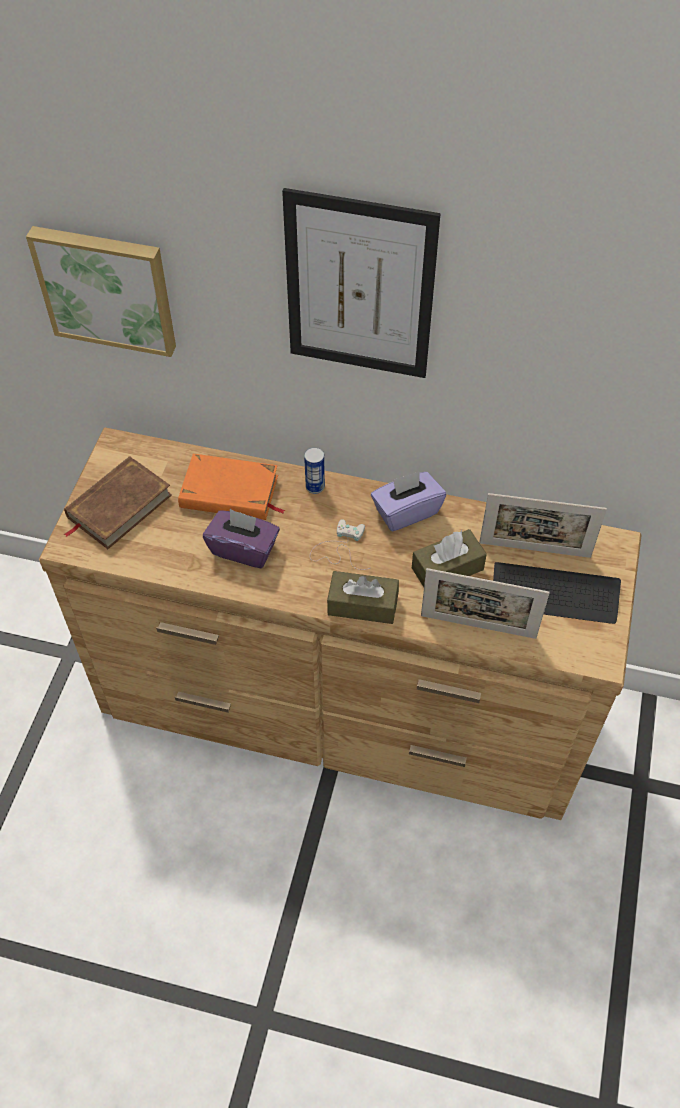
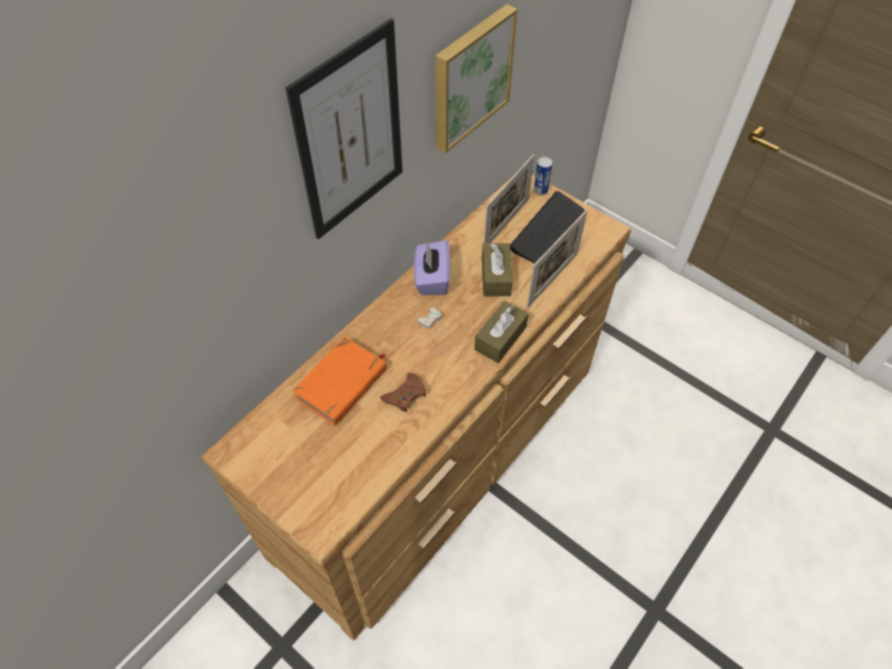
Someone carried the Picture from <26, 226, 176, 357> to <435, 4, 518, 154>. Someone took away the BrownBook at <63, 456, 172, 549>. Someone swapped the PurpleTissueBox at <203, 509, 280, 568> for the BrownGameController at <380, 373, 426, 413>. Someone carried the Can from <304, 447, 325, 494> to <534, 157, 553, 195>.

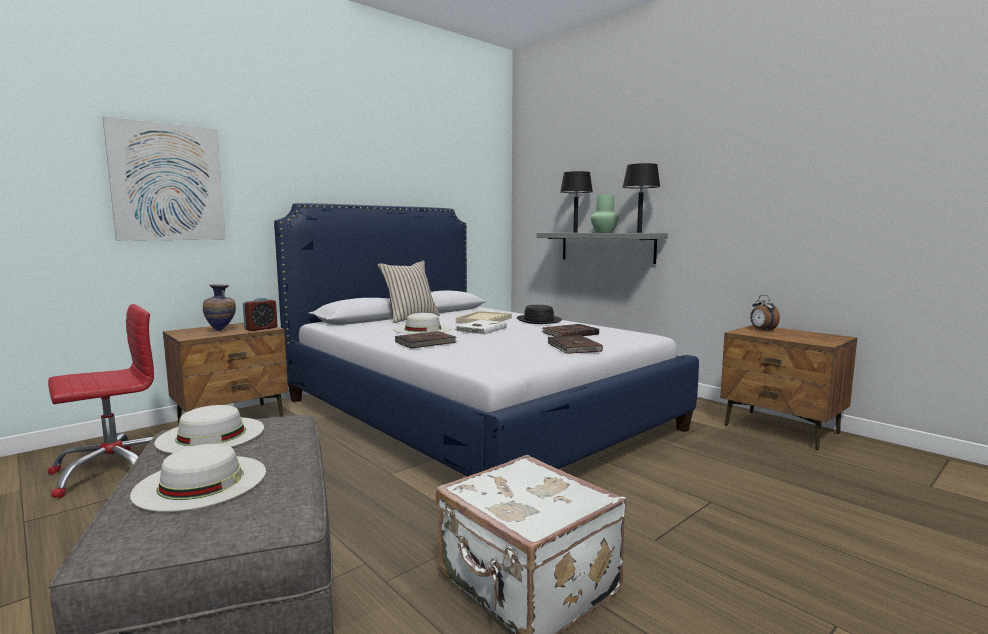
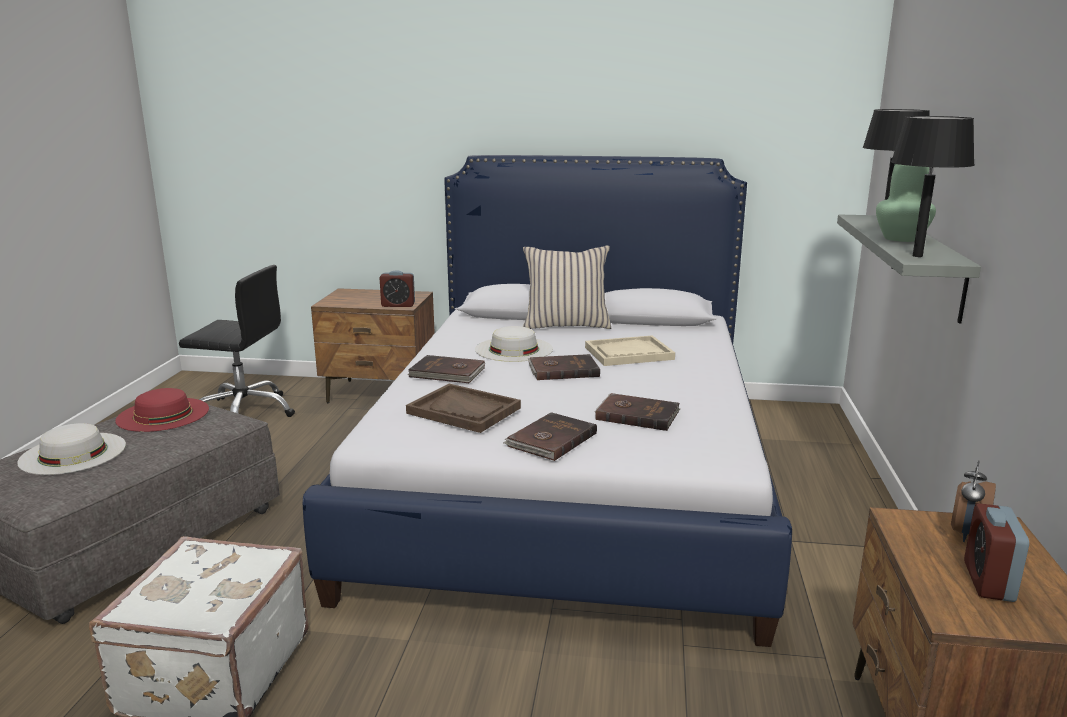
Someone repainted the RedOfficeChair at <47, 304, 154, 498>, which became the BlackOfficeChair at <179, 265, 295, 417>. Someone took away the Picture at <103, 116, 226, 241>. Someone repainted the WhiteHat at <155, 405, 264, 453>, which became the RedHat at <115, 388, 209, 432>. Someone took away the Vase at <203, 284, 236, 331>. Someone repainted the WhiteBook at <454, 320, 507, 335>, which became the BrownBook at <528, 354, 600, 380>. Someone took away the BlackHat at <517, 305, 562, 324>. Someone put down the BrownTray at <406, 384, 521, 433>. Someone put down the AlarmClock at <964, 503, 1029, 602>.

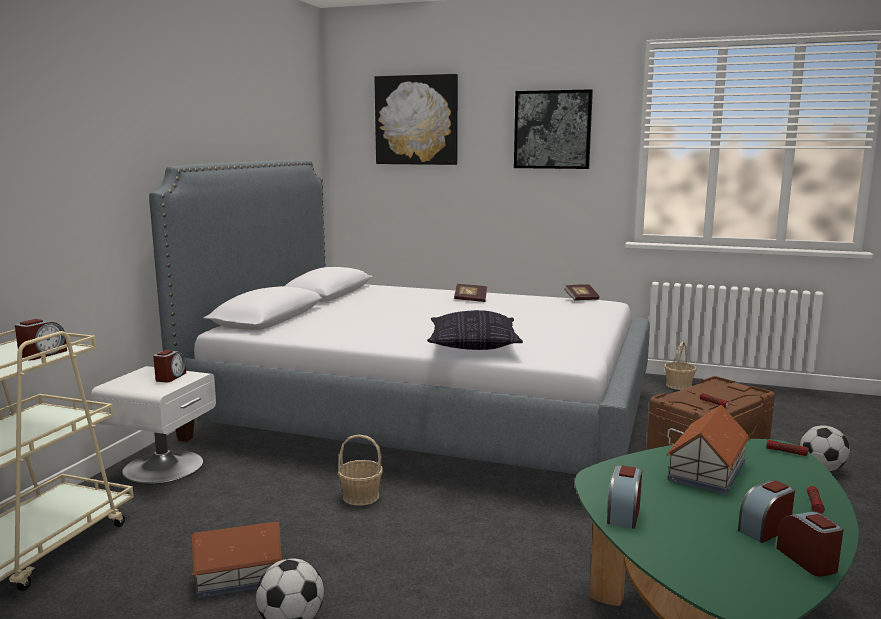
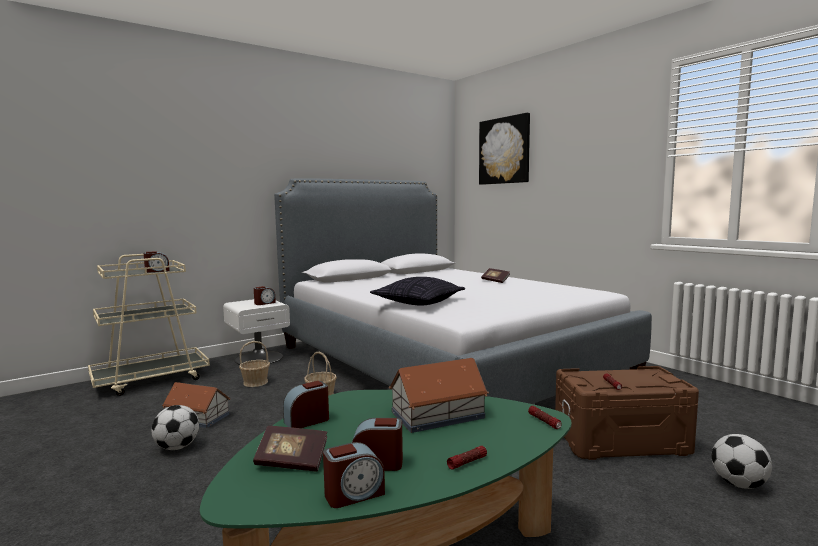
Someone took away the Picture at <514, 89, 593, 169>. Someone carried the Book from <564, 285, 600, 301> to <253, 426, 327, 472>. Someone carried the Basket from <664, 342, 697, 390> to <239, 341, 270, 387>. Someone rotated the AlarmClock at <776, 511, 844, 577> by 45 degrees clockwise.

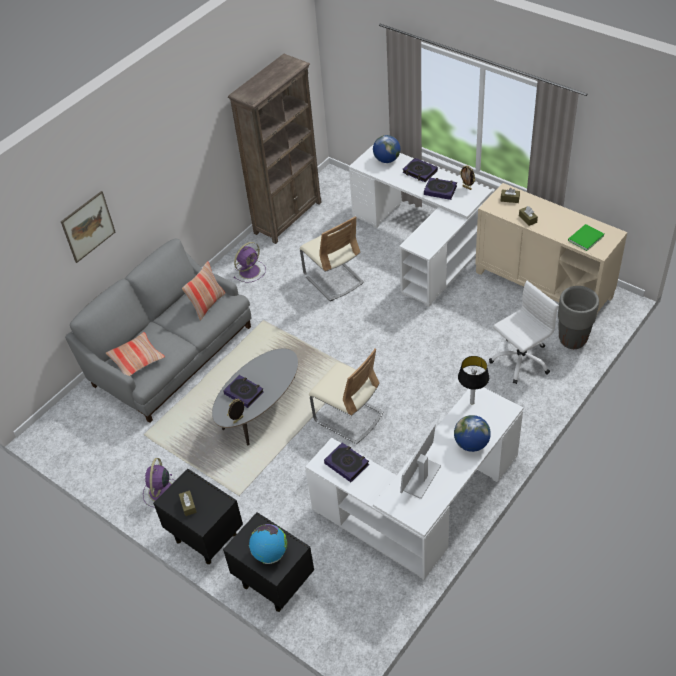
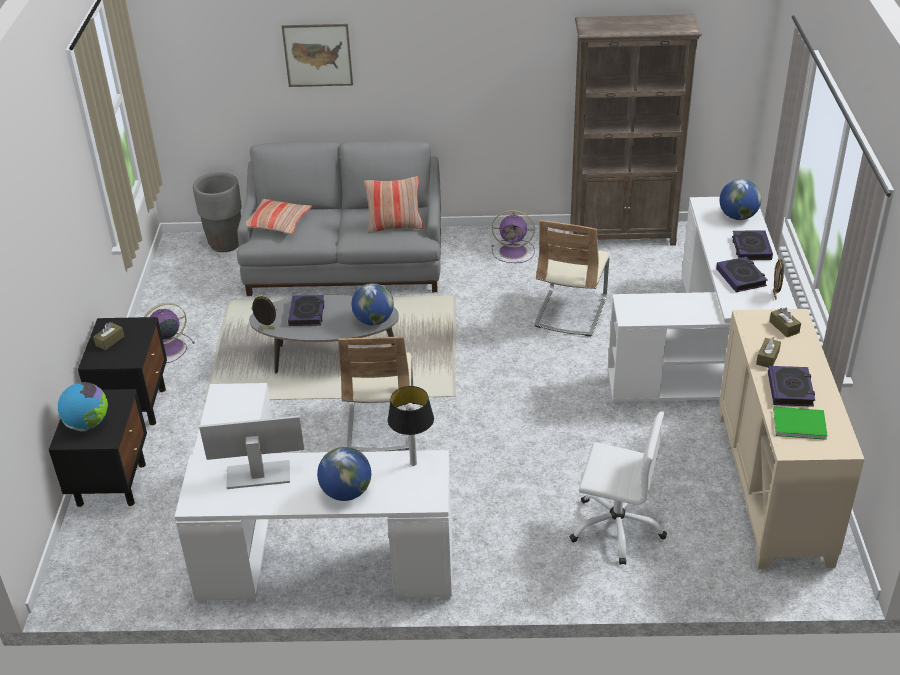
Someone carried the Book from <324, 443, 369, 482> to <768, 366, 815, 407>. Someone carried the GreyPlanter from <558, 286, 599, 349> to <193, 172, 242, 252>. Someone put down the Globe at <352, 283, 394, 325>.

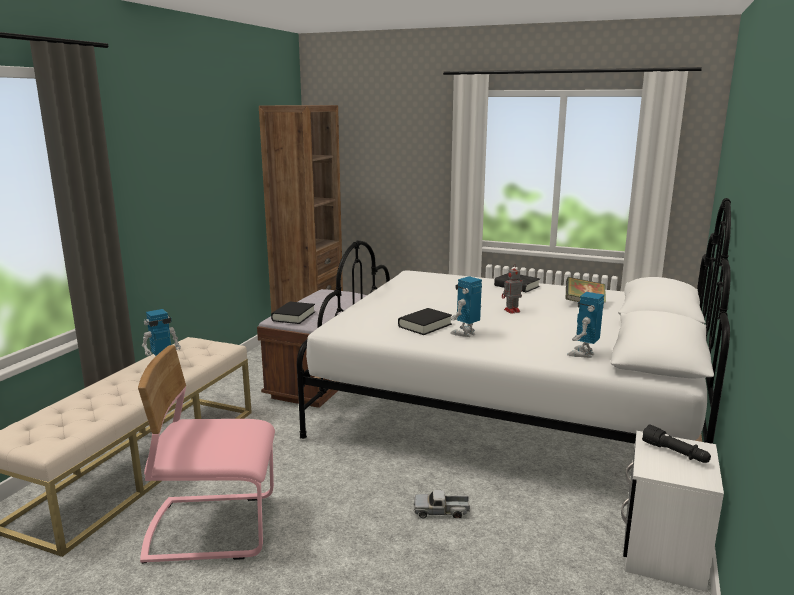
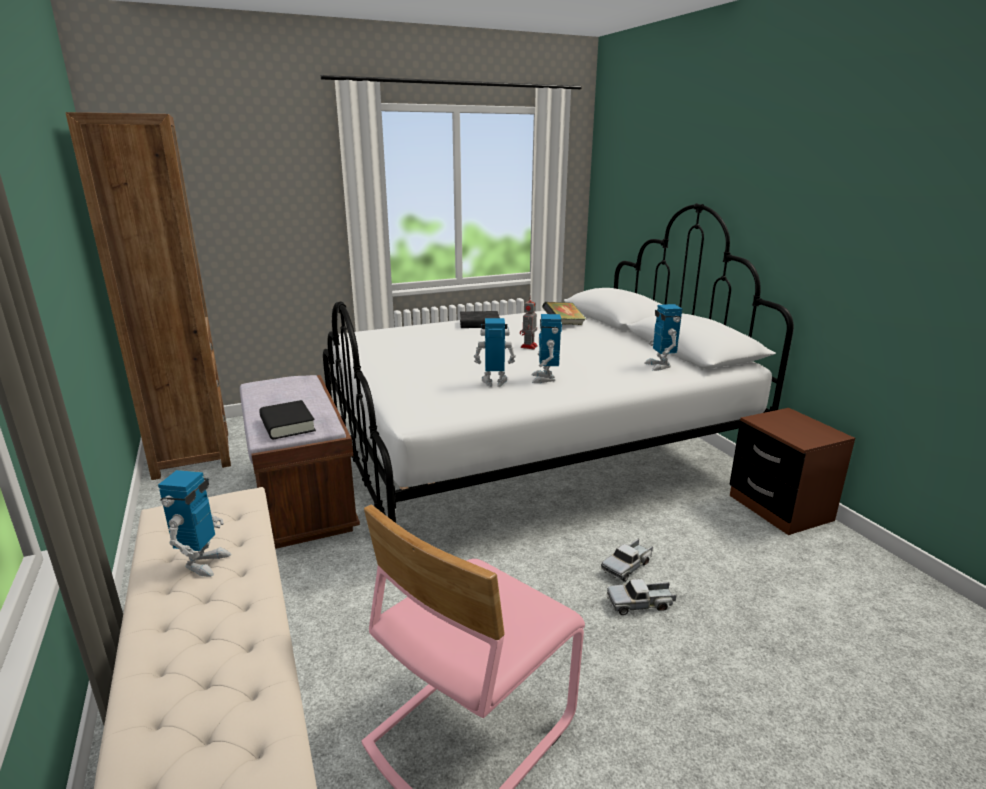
Someone swapped the BlackBook at <398, 308, 452, 335> for the ToyRobot at <474, 318, 516, 387>. Someone repainted the WhiteNightstand at <621, 431, 724, 592>, which became the BrownNightstand at <729, 408, 855, 535>. Someone took away the BlackFlashlight at <642, 424, 711, 463>. Someone put down the ToyTruck at <607, 579, 677, 615>.

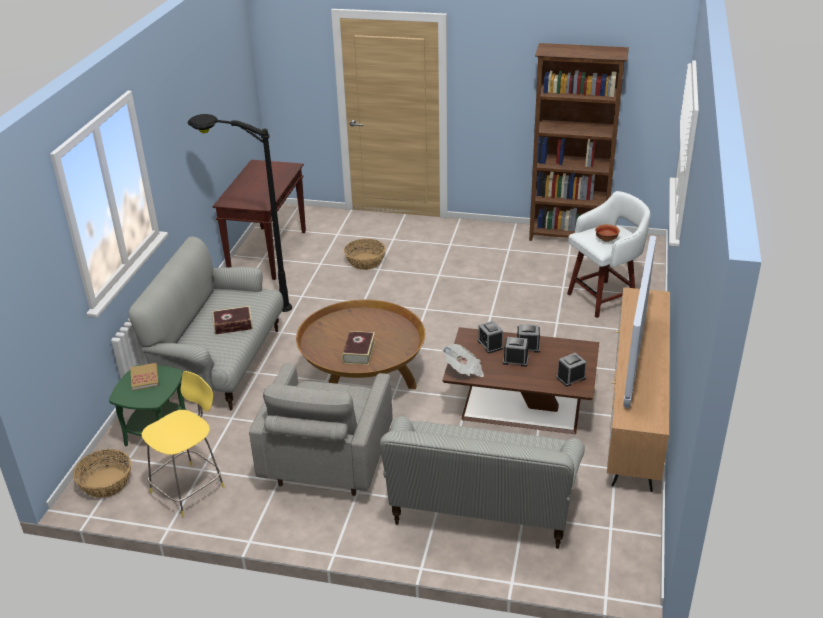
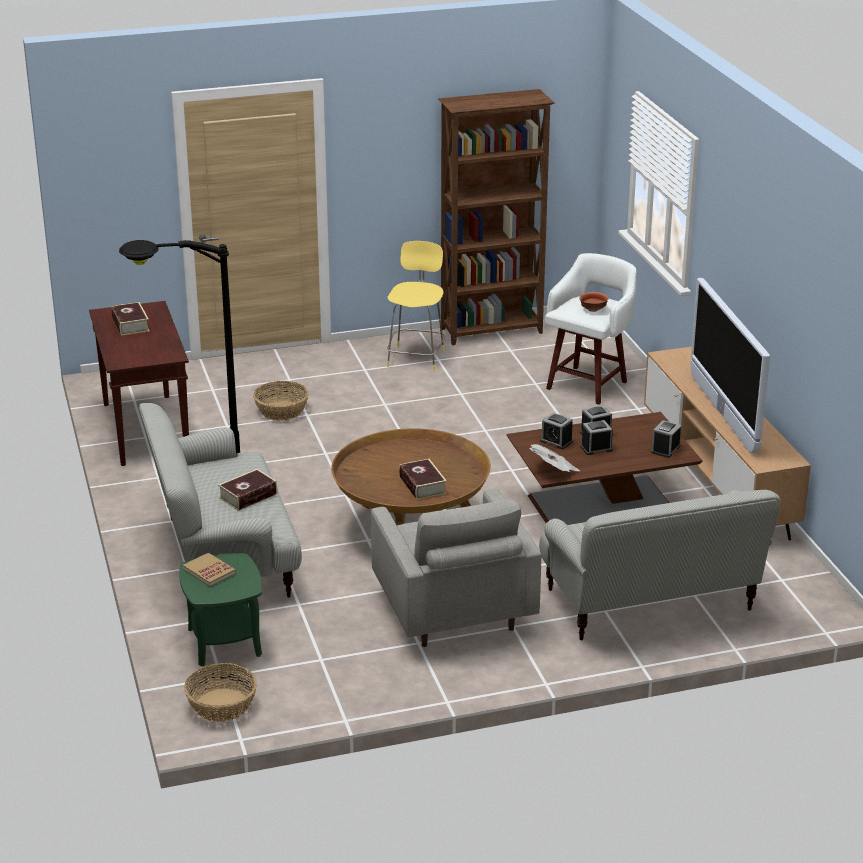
Someone carried the YellowStool from <141, 371, 225, 517> to <387, 241, 445, 372>. Someone put down the Book at <111, 302, 150, 336>.

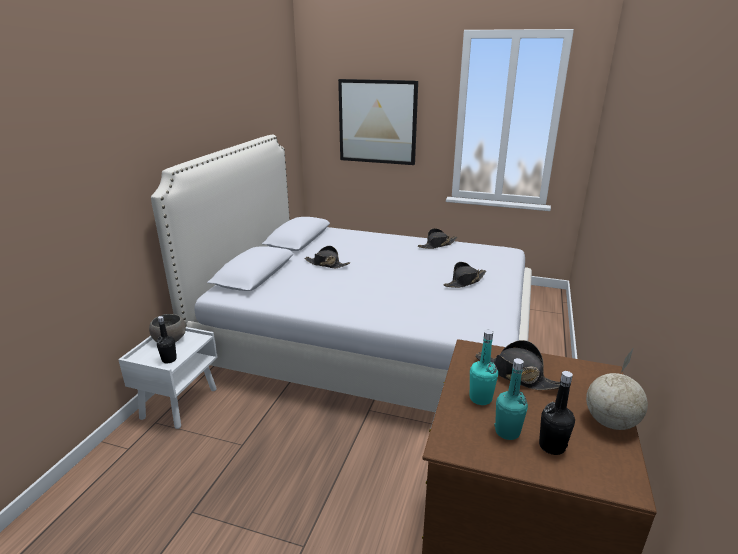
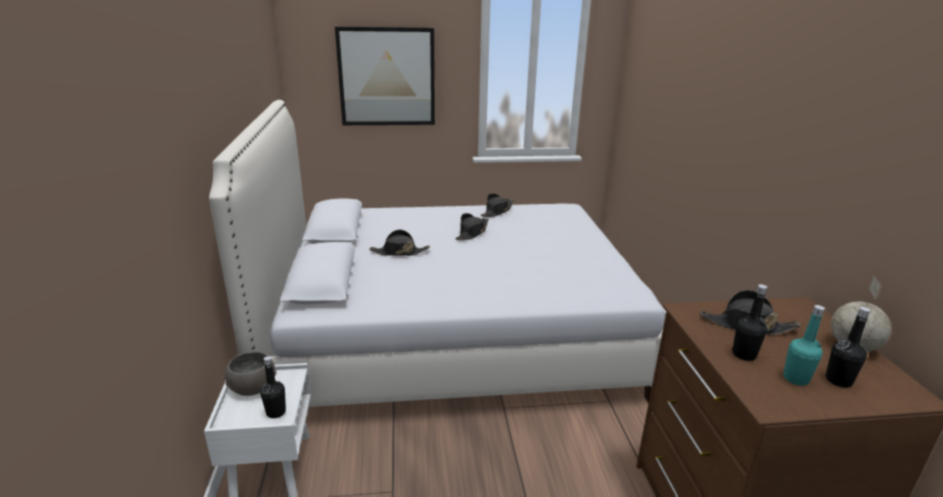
Someone carried the BlackHat from <443, 262, 486, 288> to <455, 213, 489, 240>. Someone repainted the TurquoiseBottle at <470, 330, 498, 405>, which became the BlackBottle at <732, 284, 768, 361>.

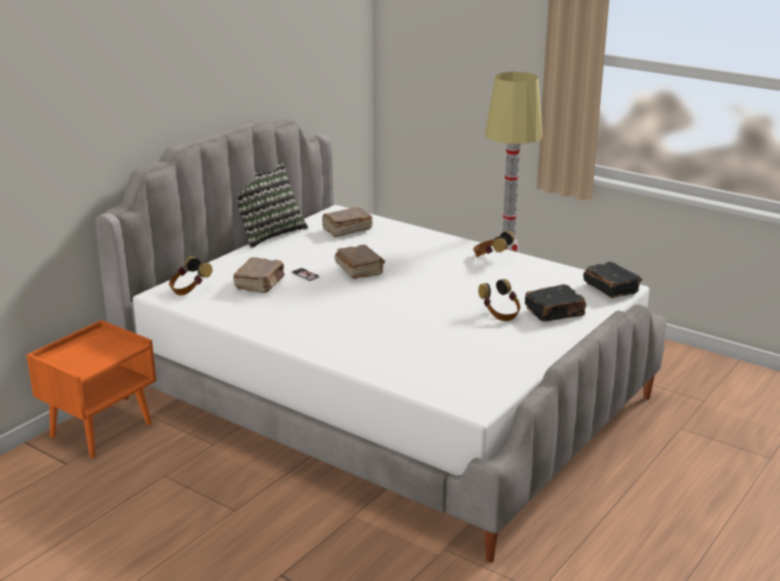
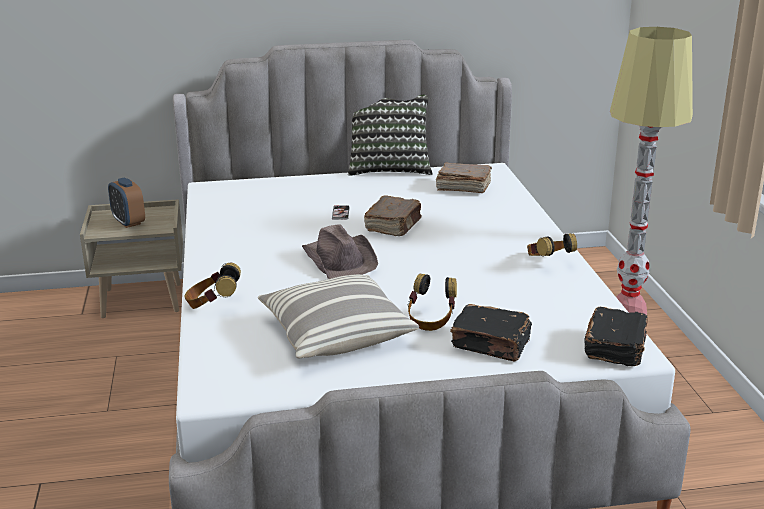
Someone repainted the OrangeNightstand at <26, 320, 156, 458>, which became the BeigeNightstand at <80, 199, 183, 318>. Someone carried the Headphones from <169, 256, 212, 295> to <185, 263, 241, 309>. Someone took away the BrownBook at <233, 257, 285, 293>. Someone put down the AlarmClock at <108, 178, 145, 228>. Someone put down the Pillow at <258, 274, 419, 358>. Someone put down the BrownHat at <302, 224, 378, 279>.

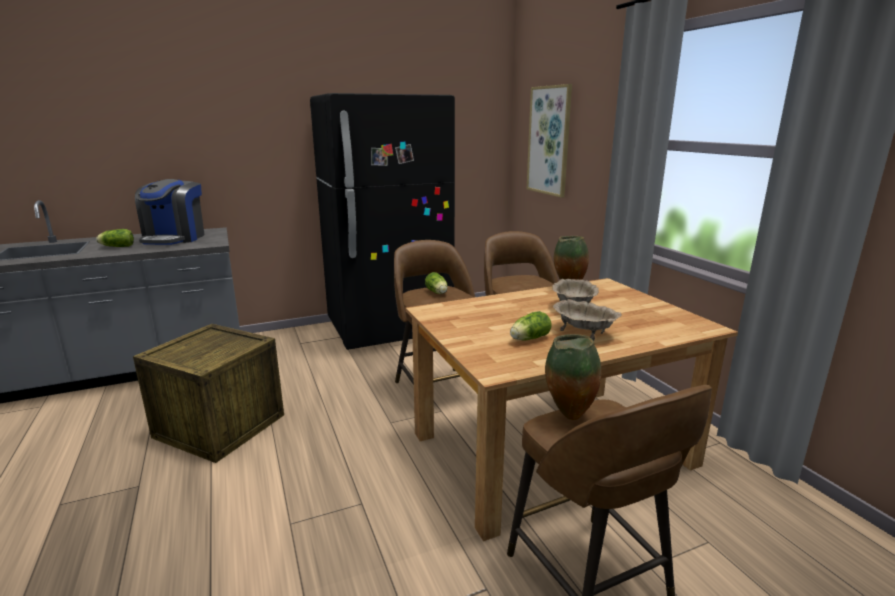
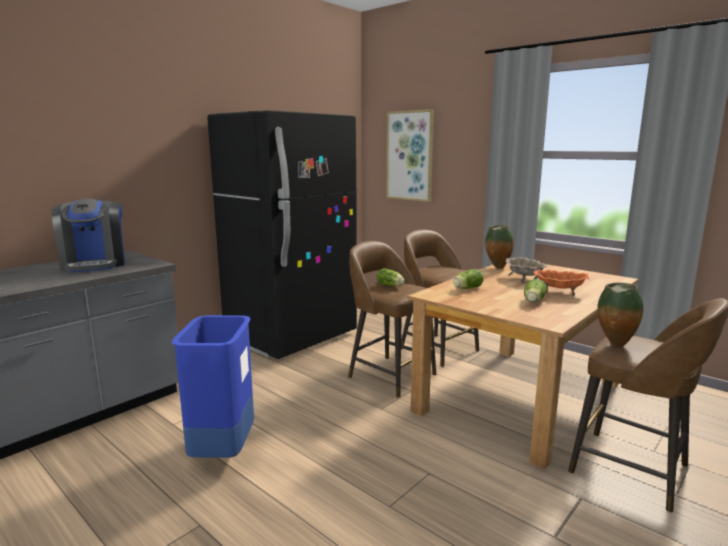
Someone carried the Lettuce from <96, 229, 134, 247> to <453, 269, 484, 289>. Someone swapped the Crate at <133, 324, 284, 463> for the BlueTrashCan at <172, 315, 254, 458>. Someone repainted the BeigeBowl at <553, 299, 622, 341>, which became the OrangeBowl at <534, 269, 589, 296>.

